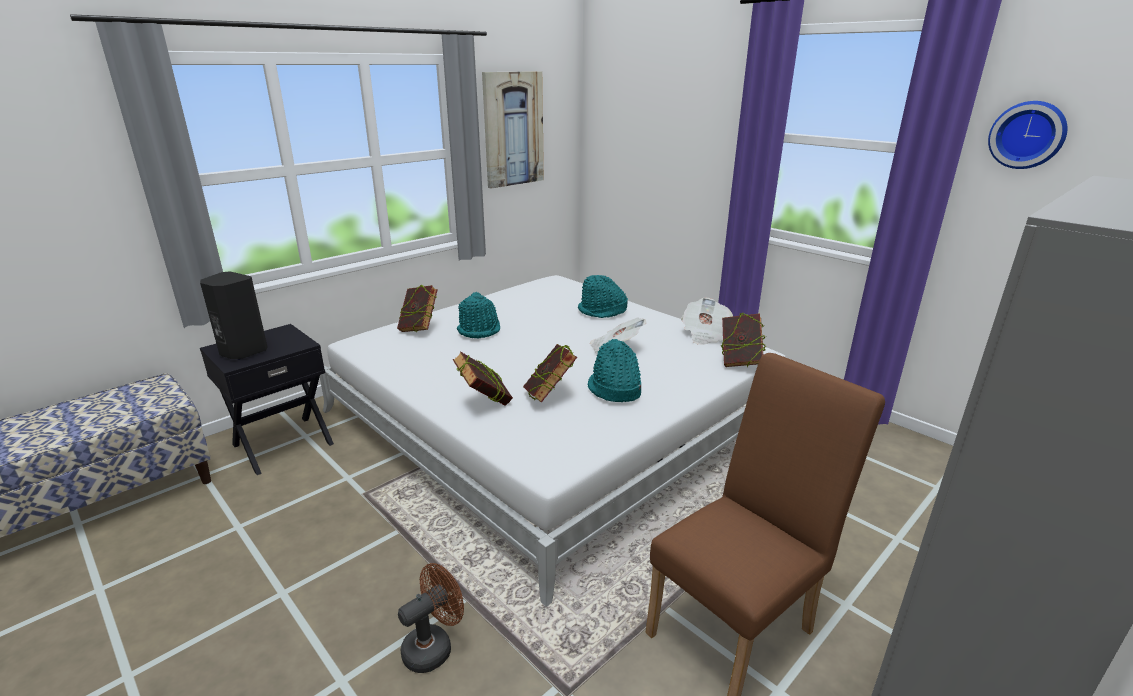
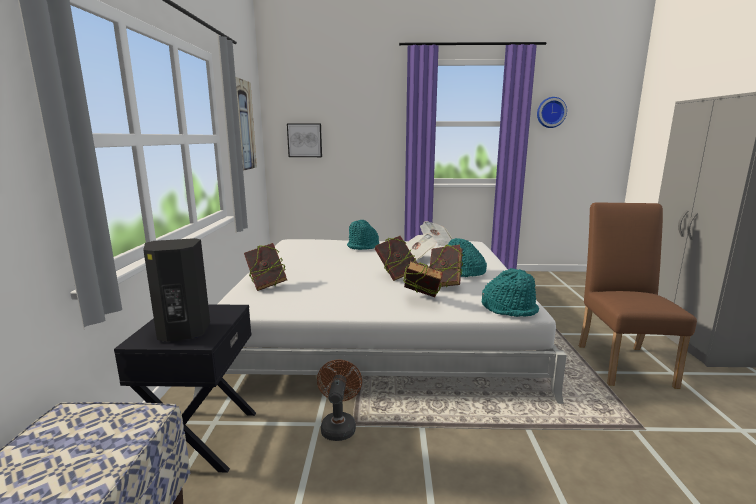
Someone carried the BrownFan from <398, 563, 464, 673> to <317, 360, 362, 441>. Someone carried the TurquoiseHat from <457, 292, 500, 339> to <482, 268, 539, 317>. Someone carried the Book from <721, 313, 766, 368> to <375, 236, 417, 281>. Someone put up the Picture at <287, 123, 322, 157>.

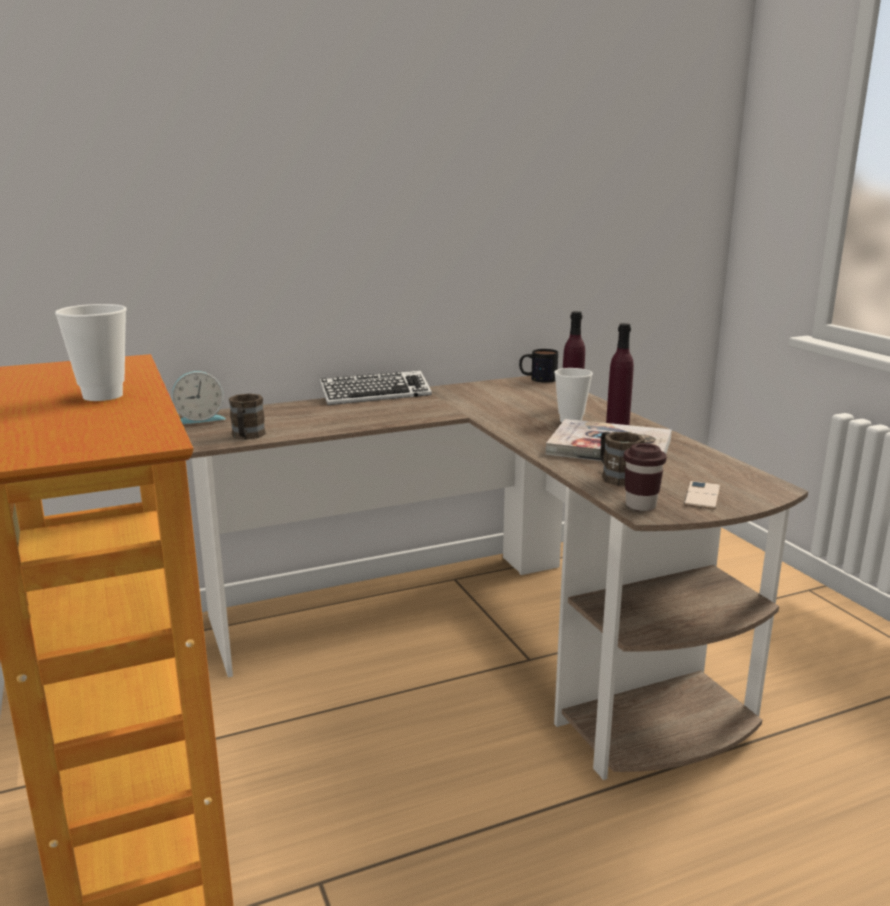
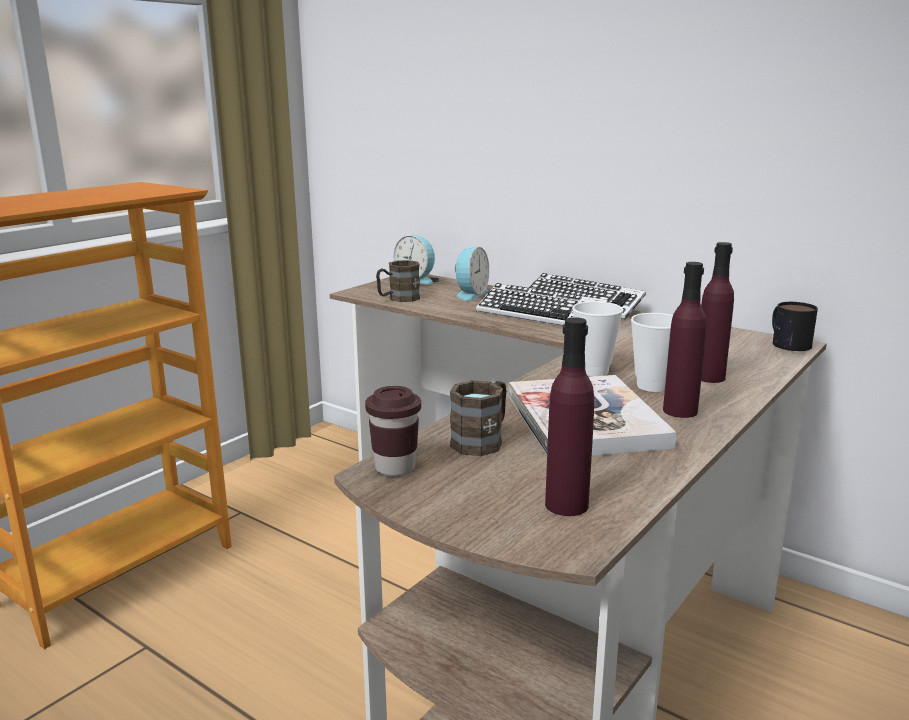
Someone carried the Cup from <55, 304, 127, 401> to <572, 301, 623, 376>. Someone took away the Phone at <684, 481, 720, 509>. Someone put down the AlarmClock at <455, 247, 489, 301>. Someone put down the Keyboard at <476, 283, 608, 326>. Someone put down the PurpleBottle at <545, 317, 594, 516>.

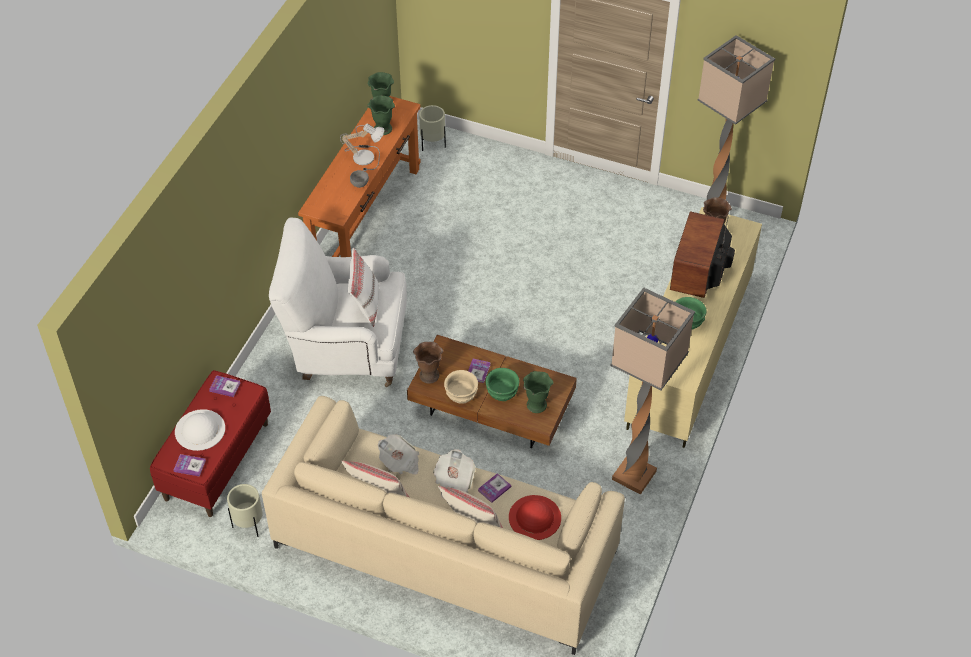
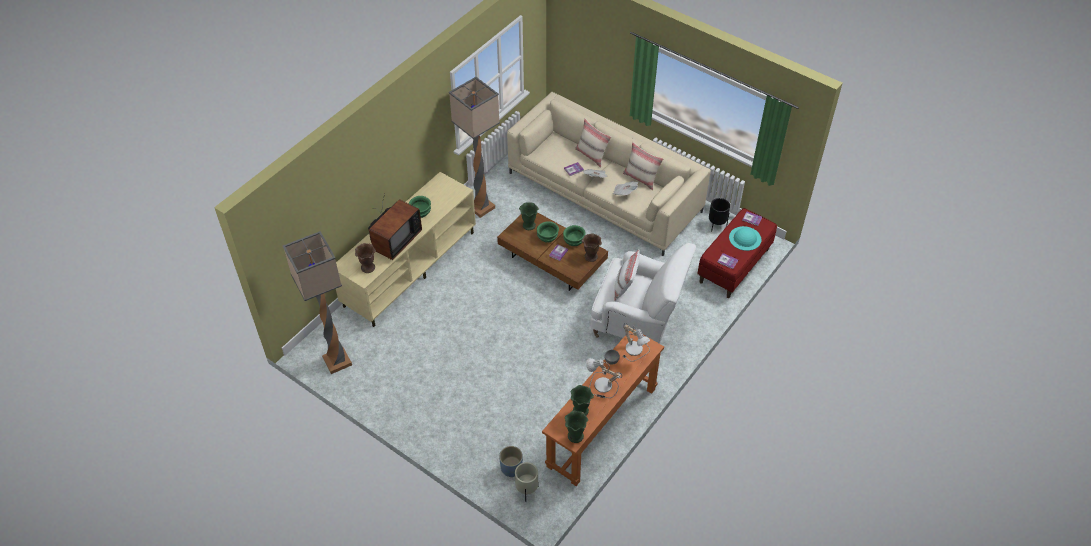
Someone repainted the WhiteHat at <175, 409, 225, 451>, which became the TurquoiseHat at <729, 226, 761, 251>. Someone repainted the BeigePlanter at <227, 484, 263, 537>, which became the BlackPlanter at <709, 198, 730, 232>. Someone repainted the BeigeBowl at <444, 370, 478, 404>, which became the GreenBowl at <563, 225, 586, 246>. Someone took away the RedHat at <509, 495, 561, 540>. Someone put down the BluePlanter at <499, 446, 523, 477>. Someone put down the TableLamp at <623, 323, 650, 362>.

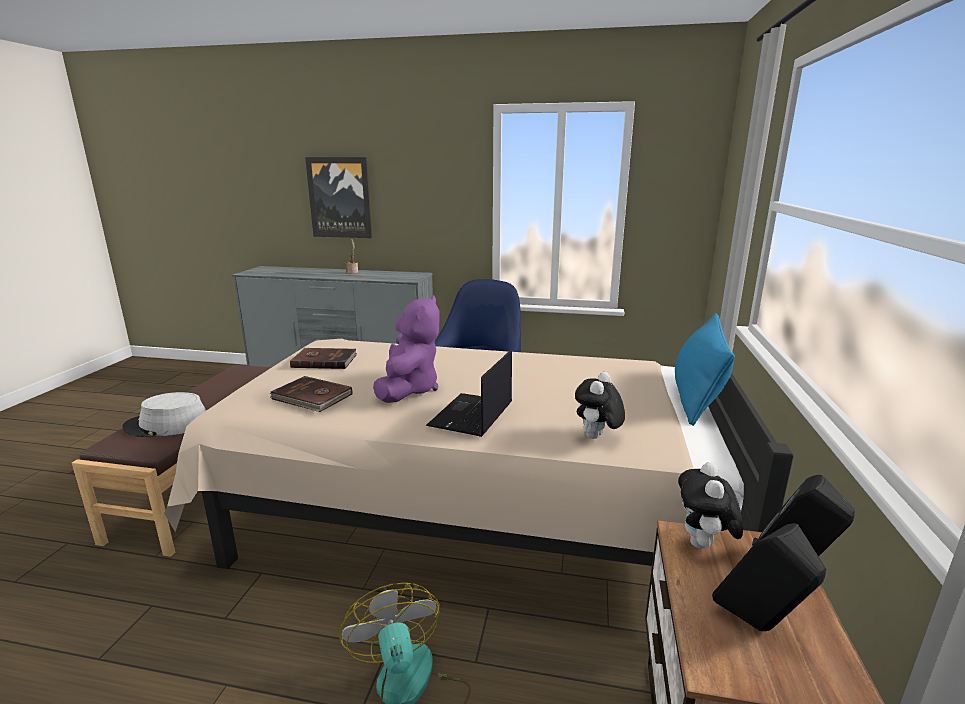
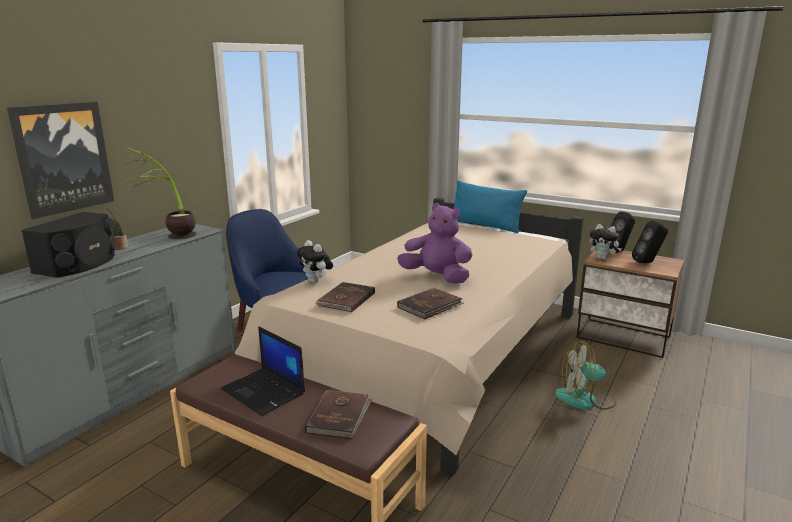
Someone swapped the GreyHat at <122, 392, 206, 437> for the BrownBook at <305, 390, 373, 439>. Someone carried the Laptop from <426, 350, 512, 437> to <221, 326, 305, 416>. Someone carried the PlushToy from <575, 372, 625, 439> to <296, 240, 333, 283>. Someone put down the BlackSpeaker at <21, 212, 116, 278>. Someone put down the PottedPlant at <121, 148, 196, 239>.

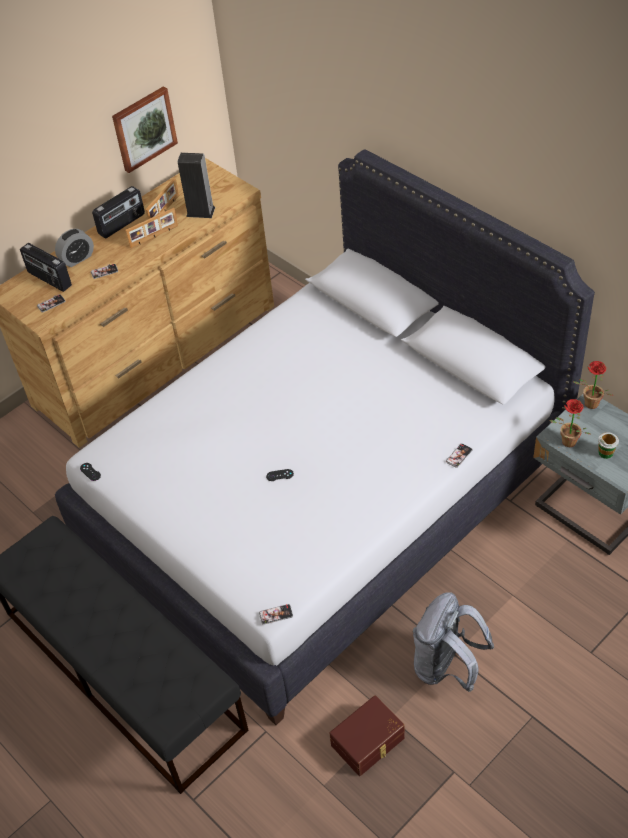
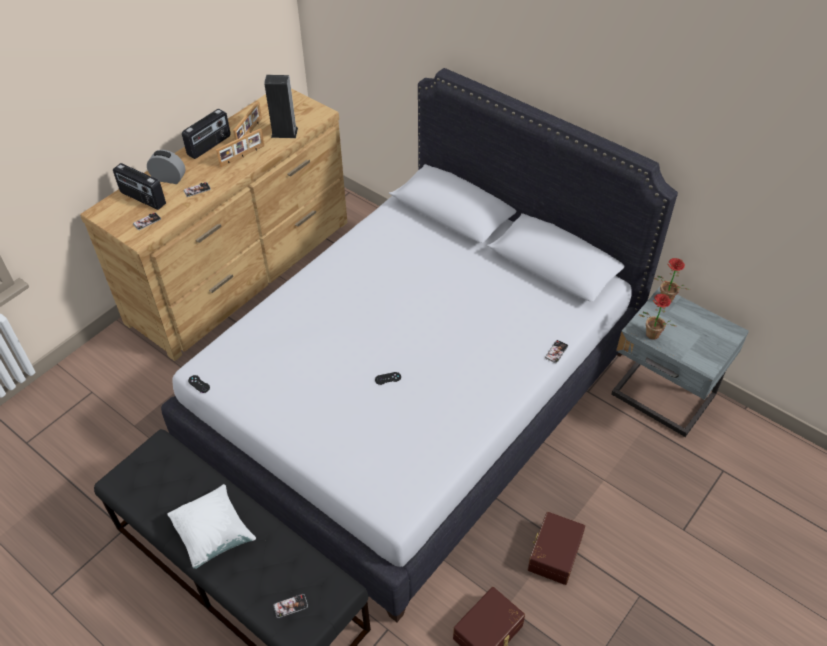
Someone rotated the AlarmClock at <55, 229, 94, 267> by 120 degrees counterclockwise. Someone took away the Picture at <112, 86, 178, 173>. Someone carried the Phone from <259, 604, 293, 625> to <273, 594, 308, 618>. Someone swapped the GreyBackpack at <413, 592, 494, 692> for the BrownStorageBox at <527, 512, 585, 585>. Someone took away the Cup at <598, 432, 619, 459>. Someone put down the WhitePillow at <167, 484, 256, 569>.

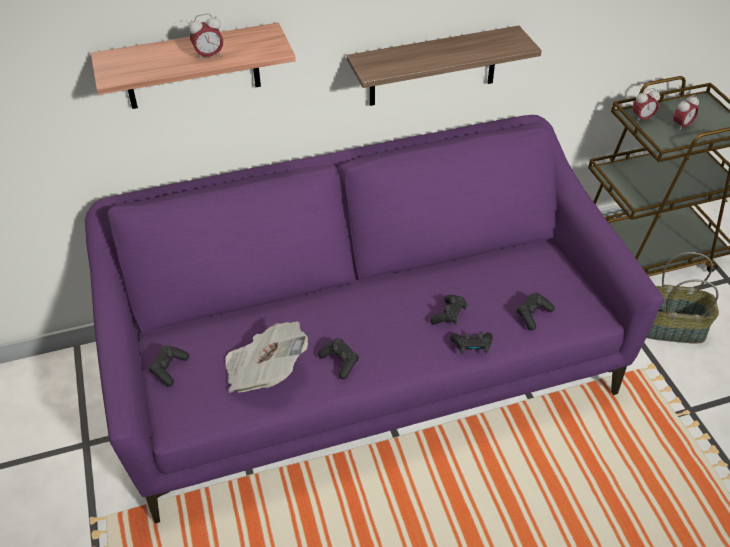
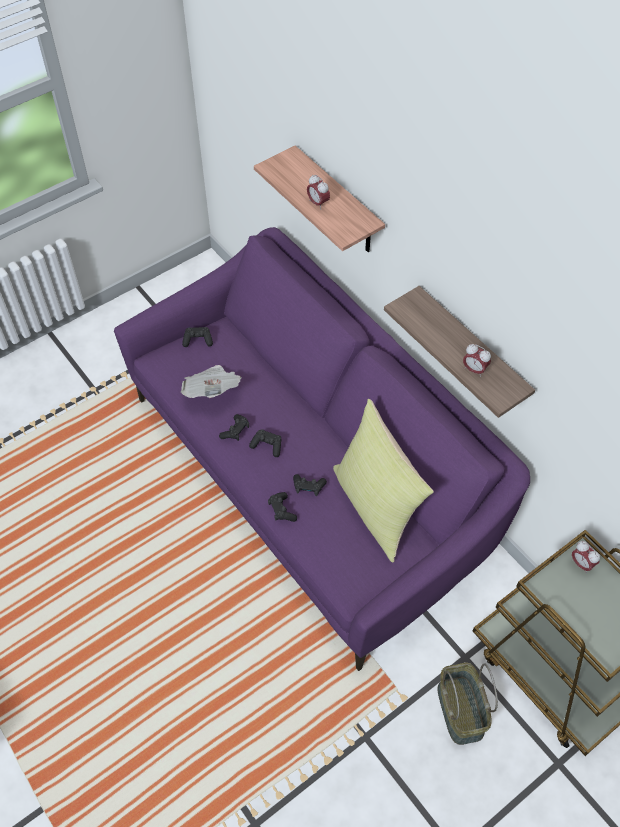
Someone carried the BlackGameController from <516, 293, 555, 331> to <249, 429, 282, 457>. Someone carried the AlarmClock from <673, 95, 699, 131> to <463, 344, 491, 377>. Someone put down the YellowPillow at <333, 399, 434, 562>.

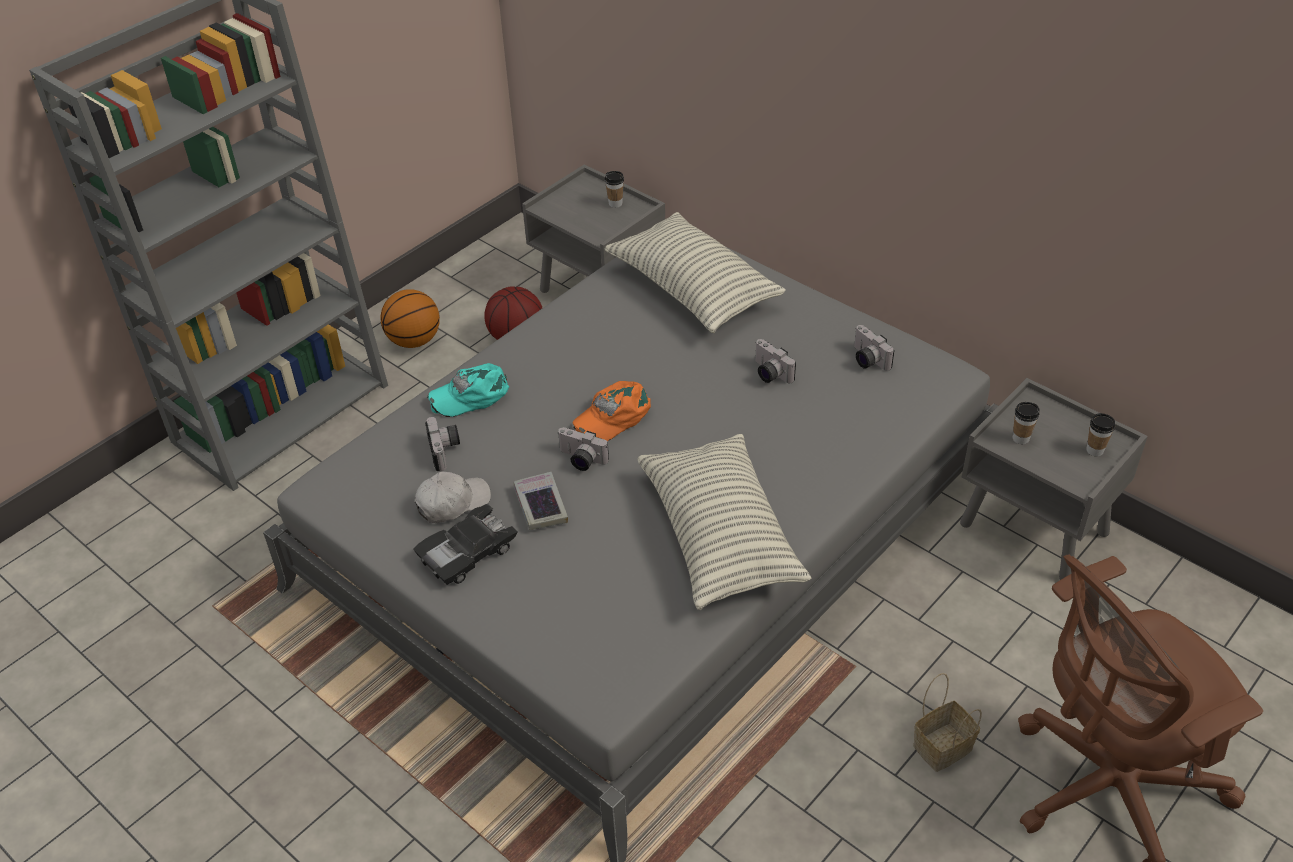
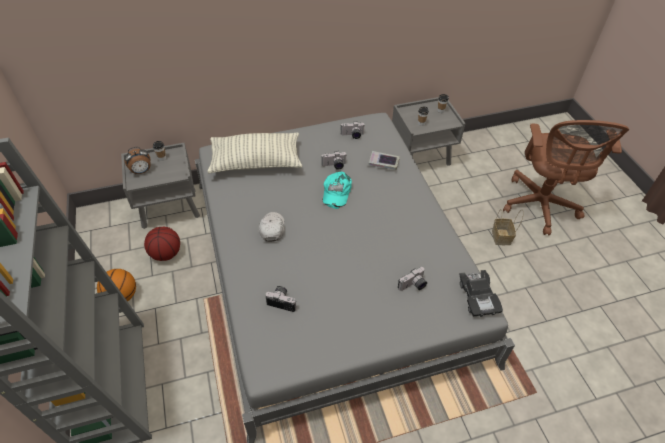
Someone carried the BlackToyCar from <413, 504, 518, 585> to <460, 270, 503, 317>. Someone carried the WhiteCap from <414, 471, 491, 523> to <259, 212, 285, 242>. Someone carried the TurquoiseCap from <427, 363, 509, 417> to <323, 172, 352, 209>. Someone carried the Book from <514, 472, 568, 530> to <369, 151, 400, 170>. Someone carried the PhotoCamera from <558, 427, 609, 471> to <398, 267, 427, 291>. Someone took away the OrangeCap at <572, 381, 651, 441>. Someone took away the Pillow at <637, 434, 811, 610>. Someone put down the AlarmClock at <124, 147, 151, 174>.

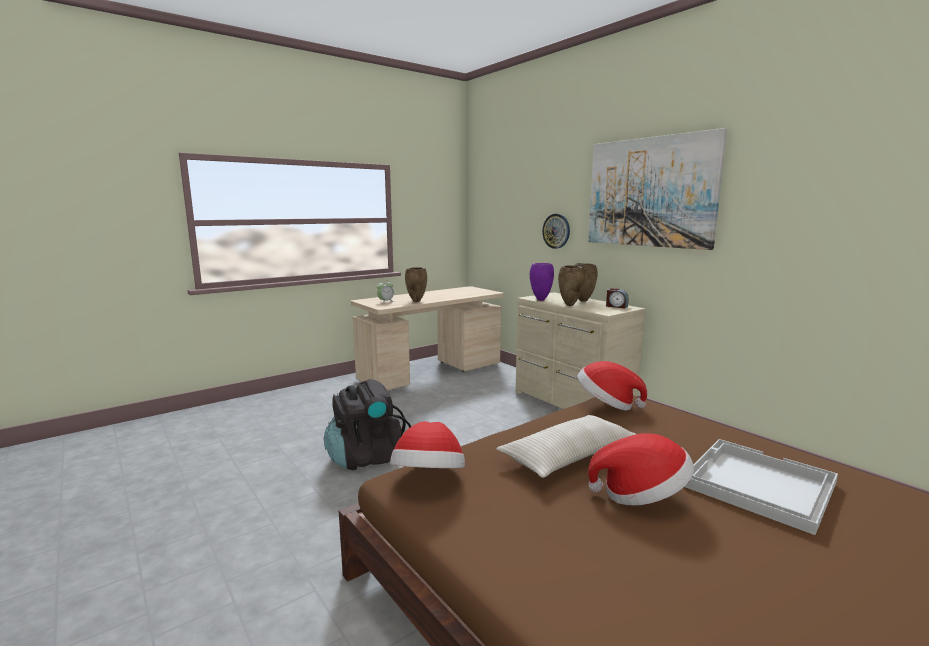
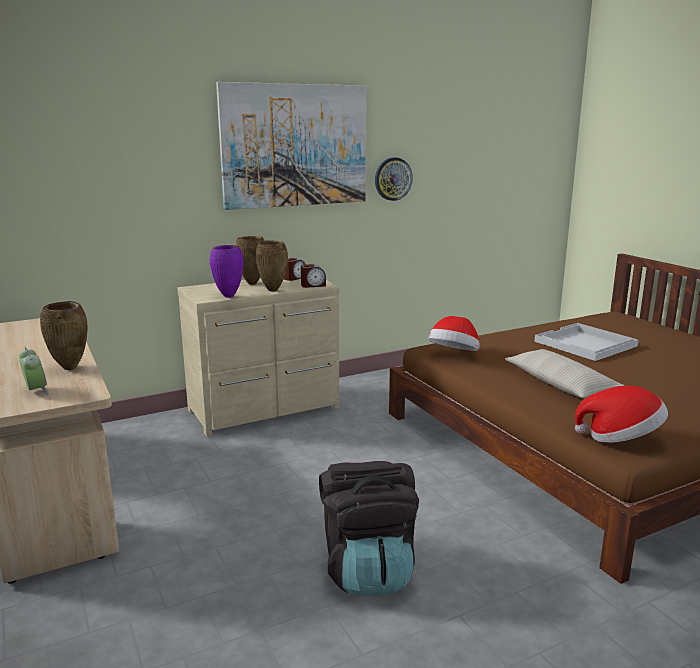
Someone carried the WallClock from <542, 214, 570, 249> to <375, 157, 413, 201>. Someone took away the Hat at <588, 433, 694, 506>. Someone put down the AlarmClock at <301, 264, 326, 288>.

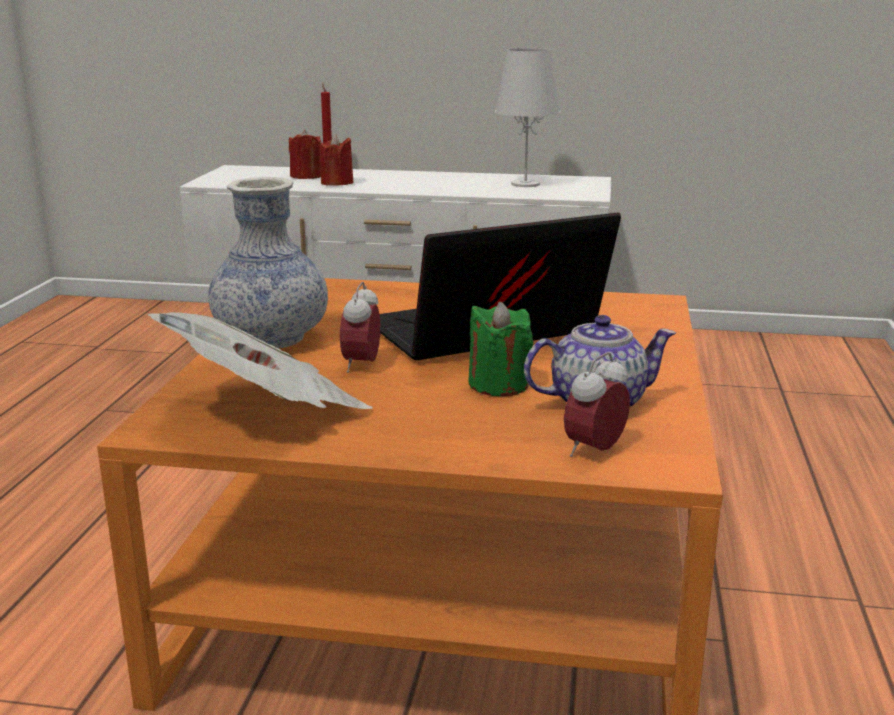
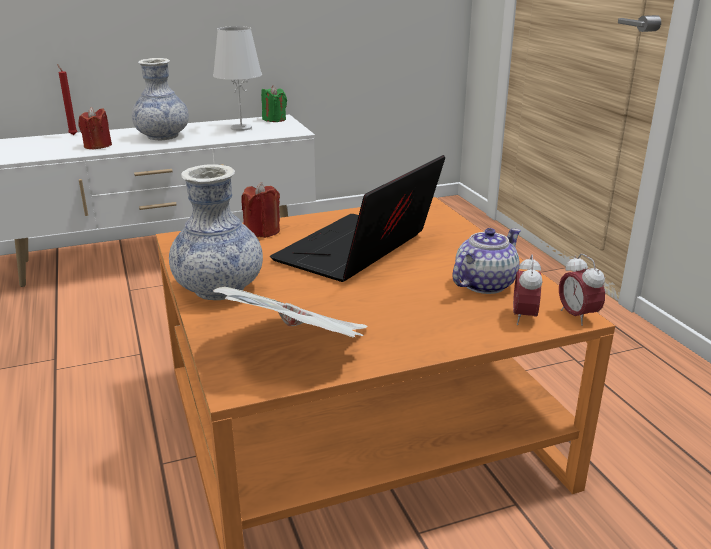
Someone carried the RedCandle from <289, 130, 321, 179> to <241, 182, 280, 238>. Someone carried the AlarmClock from <340, 282, 380, 373> to <559, 254, 605, 326>. Someone carried the GreenCandle from <468, 302, 533, 396> to <261, 86, 287, 122>. Someone put down the Vase at <132, 58, 189, 140>.

